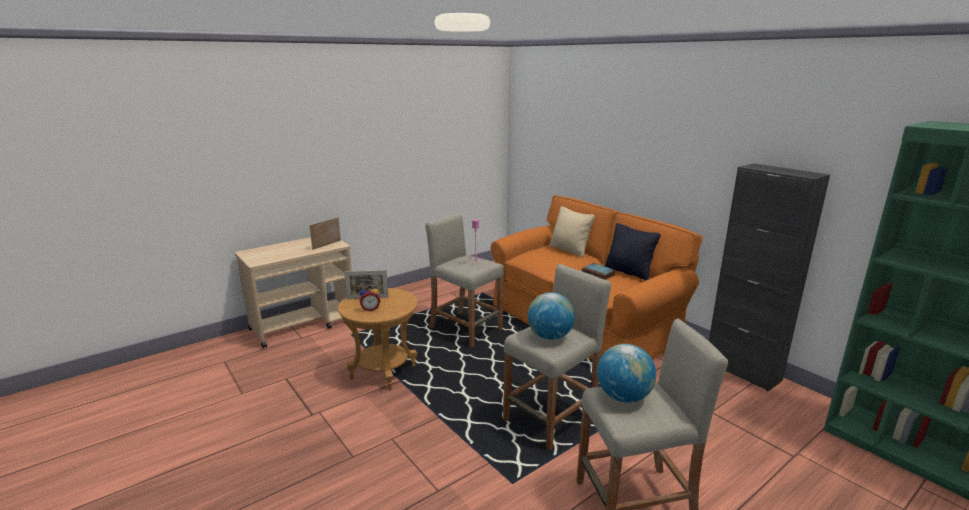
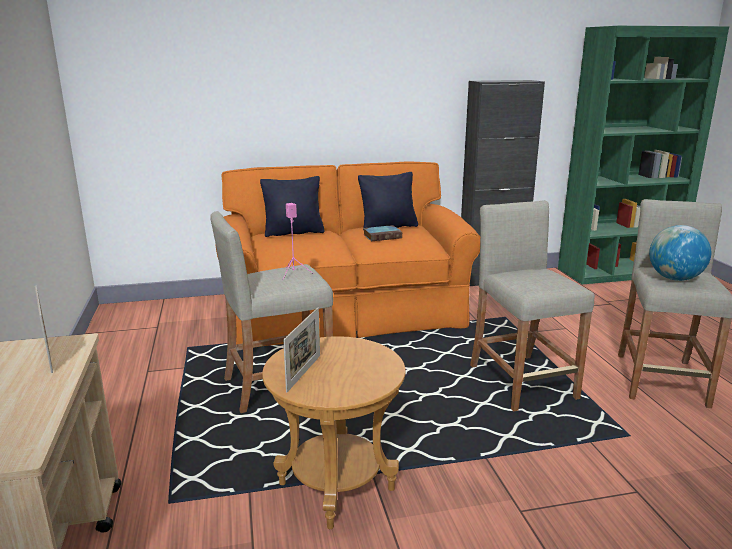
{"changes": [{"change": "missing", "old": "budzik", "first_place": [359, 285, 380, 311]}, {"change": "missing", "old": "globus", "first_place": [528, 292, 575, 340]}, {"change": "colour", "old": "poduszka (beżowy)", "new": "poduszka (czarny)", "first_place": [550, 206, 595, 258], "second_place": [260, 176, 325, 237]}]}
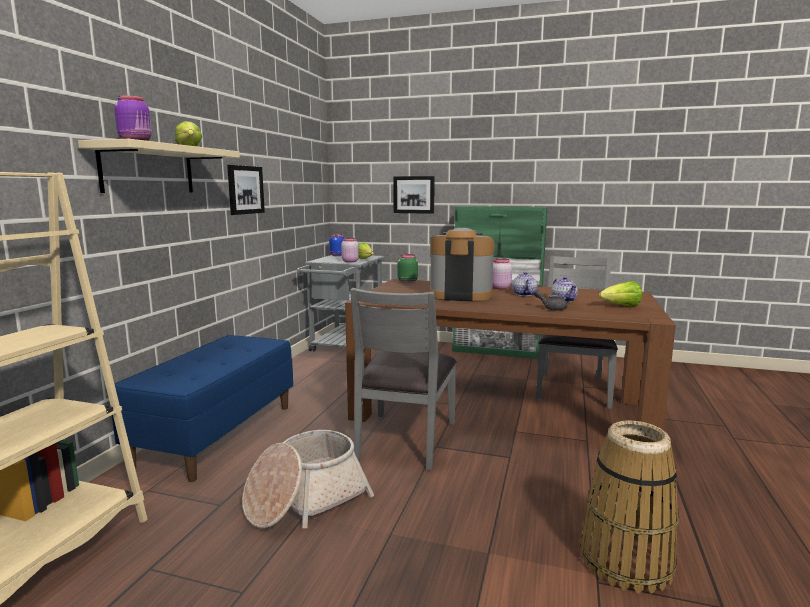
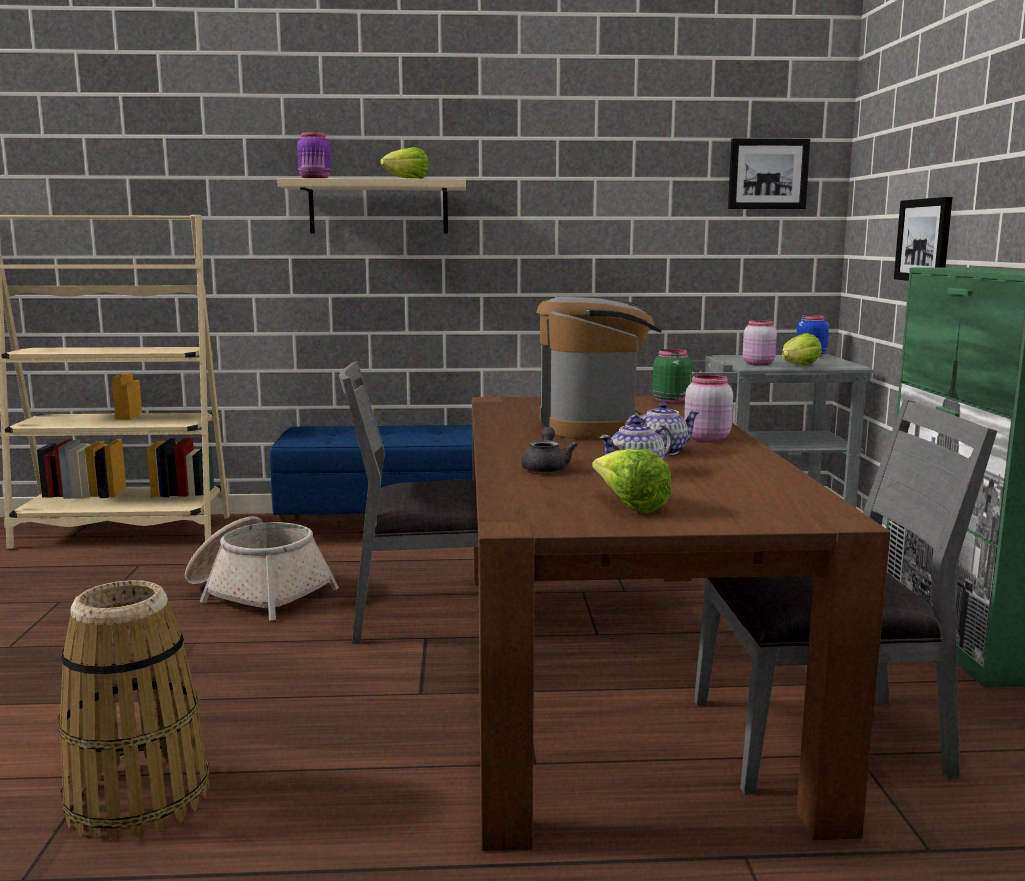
{"changes": [{"change": "relocated", "old": "obraz", "first_place": [227, 165, 265, 215], "second_place": [728, 138, 810, 209]}]}
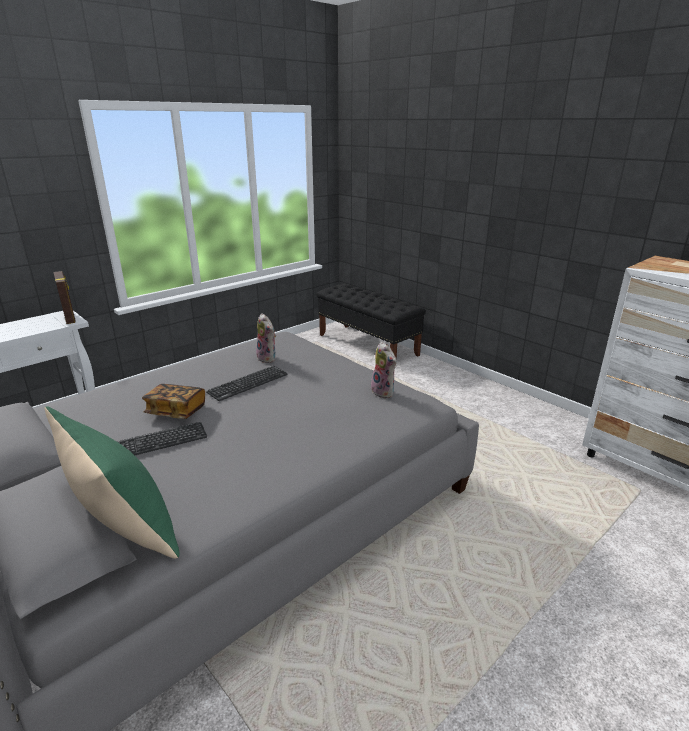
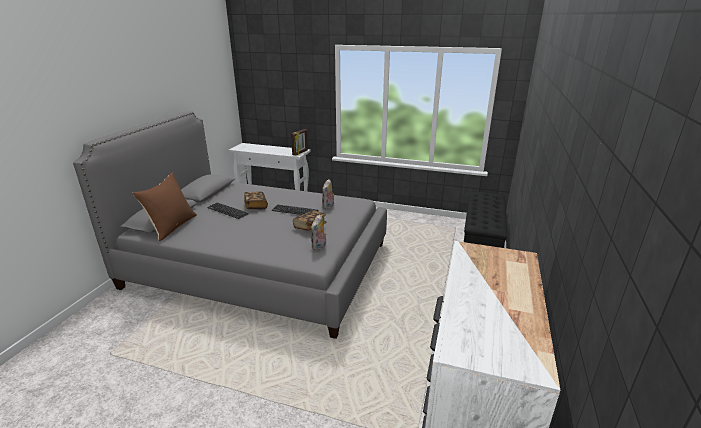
{"changes": [{"change": "appeared", "new": "książka", "second_place": [293, 210, 326, 231]}, {"change": "colour", "old": "poduszka (zielony)", "new": "poduszka (brązowy)", "first_place": [44, 406, 180, 559], "second_place": [132, 172, 197, 241]}]}
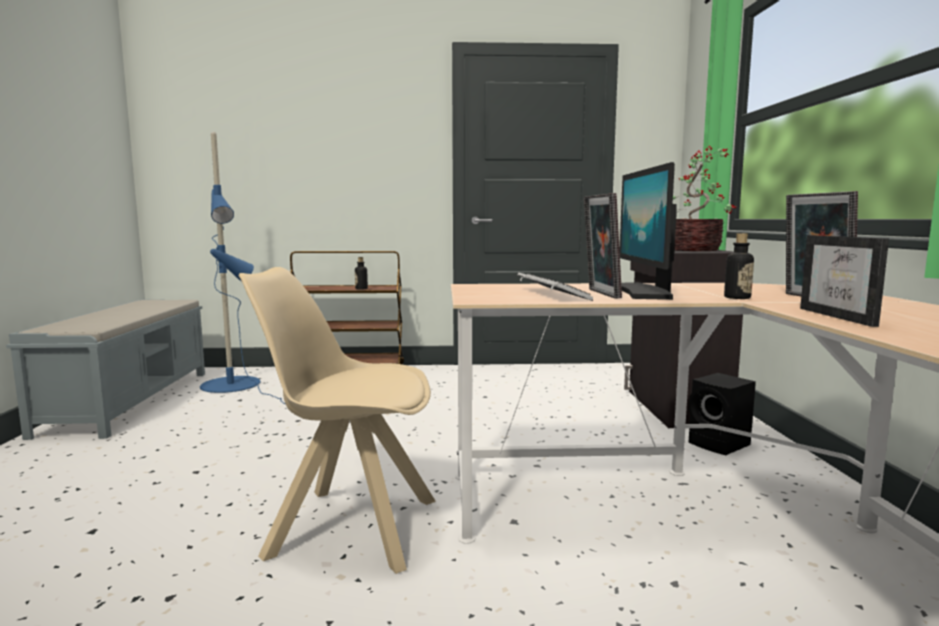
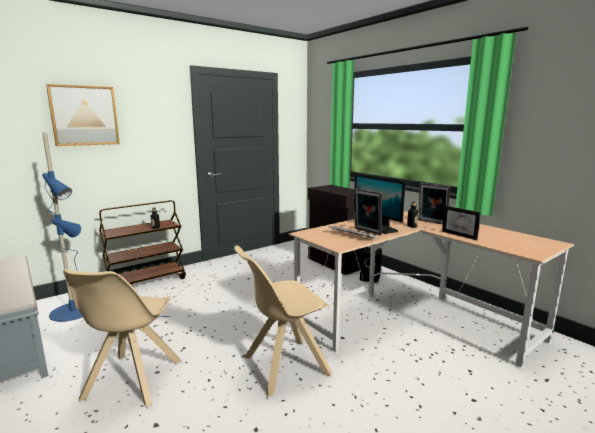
{"changes": [{"change": "missing", "old": "roślina doniczkowa", "first_place": [673, 145, 736, 251]}, {"change": "appeared", "new": "obraz", "second_place": [46, 84, 120, 146]}, {"change": "appeared", "new": "krzesło (beżowy)", "second_place": [63, 269, 181, 408]}]}
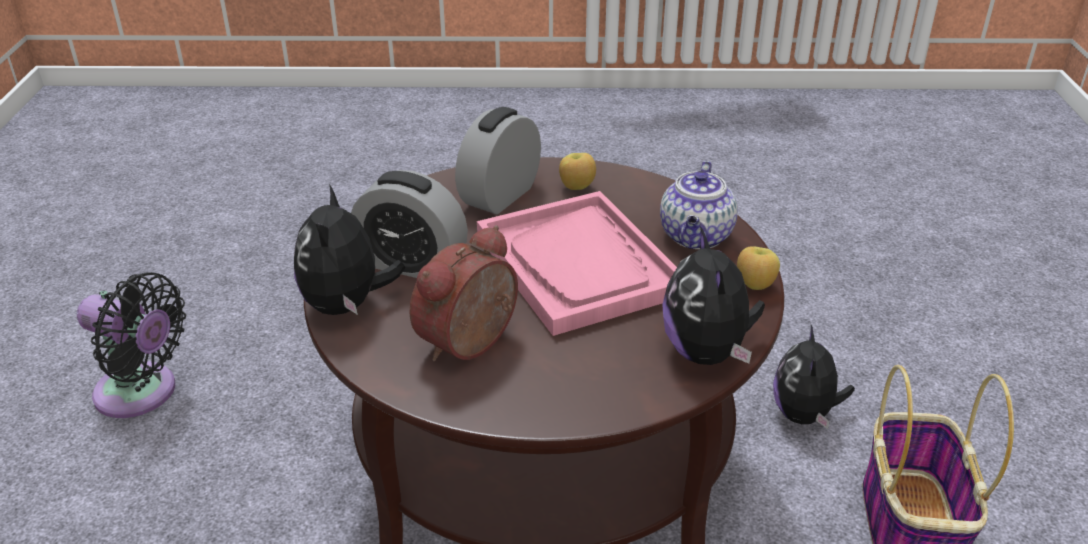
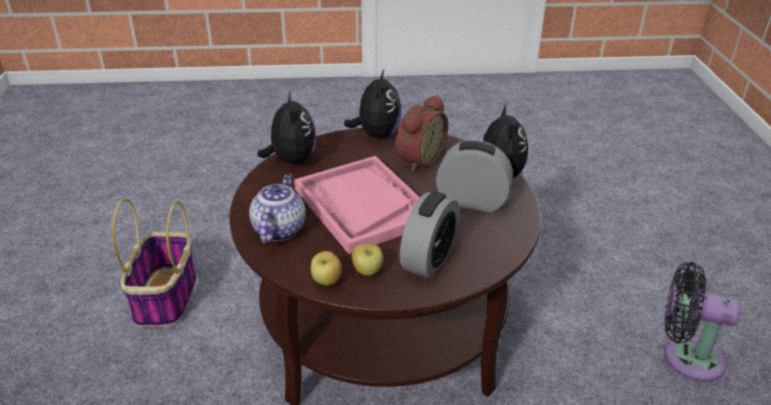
{"changes": [{"change": "relocated", "old": "jabłko", "first_place": [737, 246, 780, 290], "second_place": [311, 251, 341, 285]}, {"change": "relocated", "old": "pluszak", "first_place": [773, 325, 855, 429], "second_place": [344, 69, 402, 139]}]}
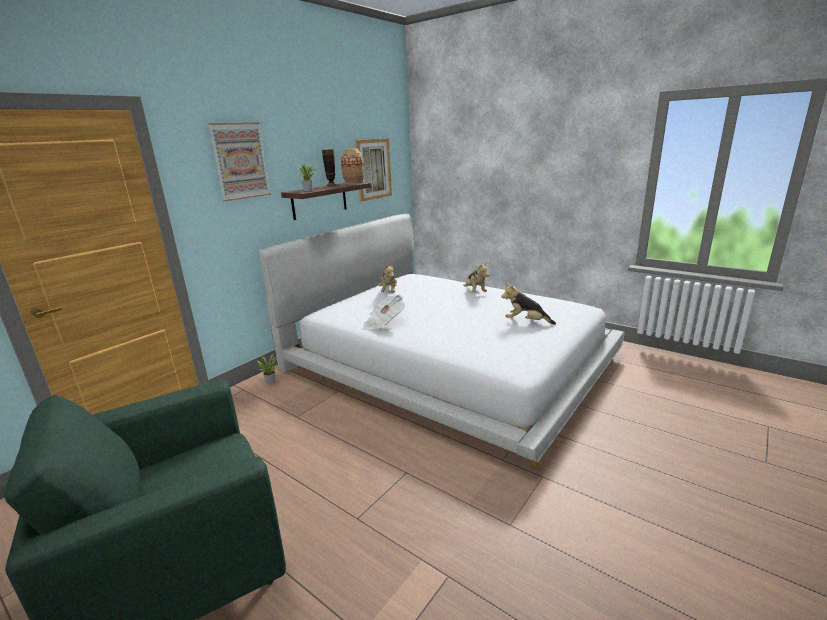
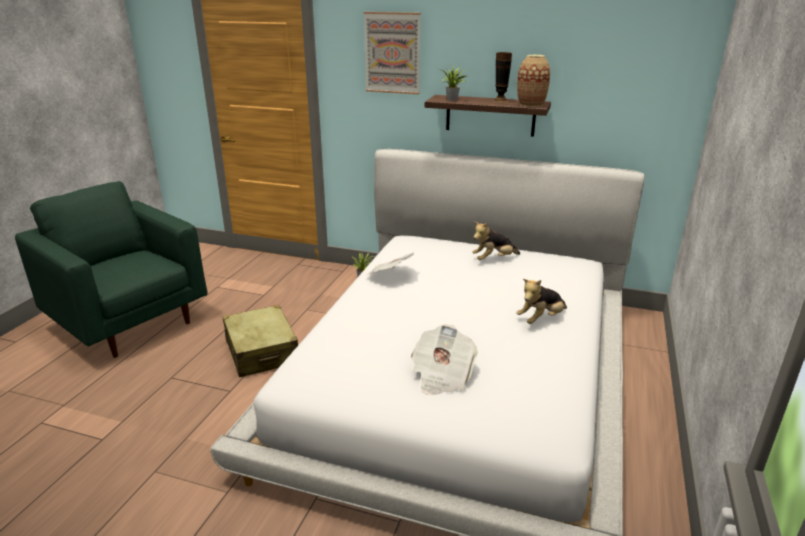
{"changes": [{"change": "missing", "old": "obraz", "first_place": [355, 138, 392, 202]}, {"change": "appeared", "new": "walizka (beżowy)", "second_place": [223, 305, 298, 377]}, {"change": "exchanged", "old": "pluszak", "new": "gazeta", "first_place": [501, 283, 556, 325], "second_place": [411, 324, 478, 395]}]}
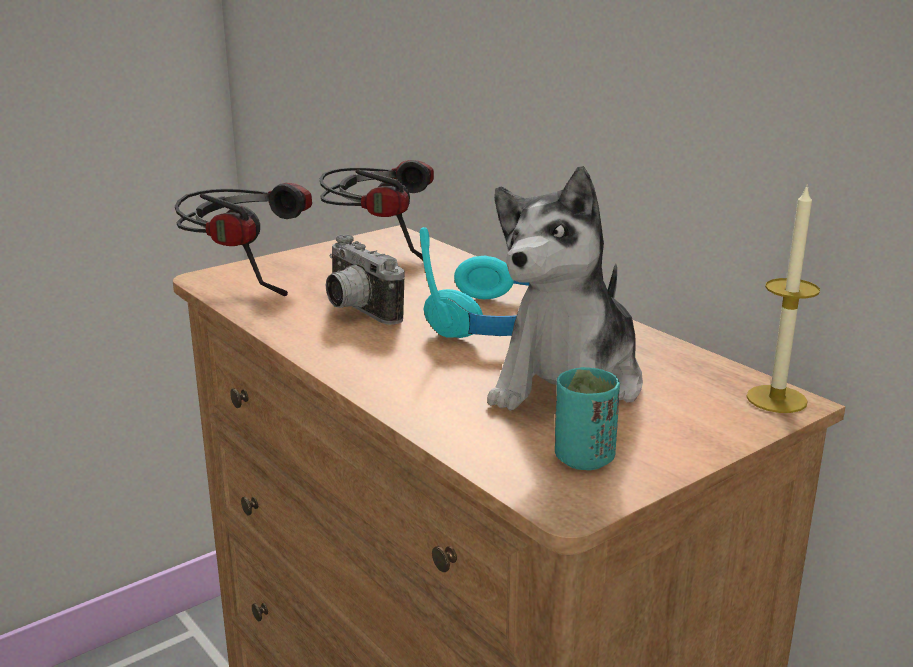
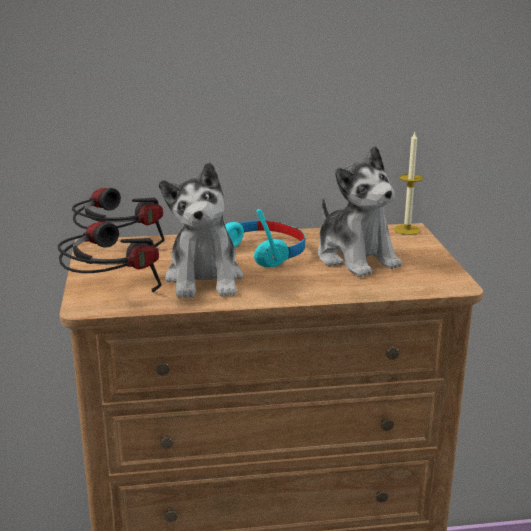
{"changes": [{"change": "missing", "old": "filiżanka (turkusowy)", "first_place": [555, 367, 620, 470]}, {"change": "exchanged", "old": "aparat fotograficzny", "new": "pluszak", "first_place": [326, 235, 404, 325], "second_place": [159, 162, 243, 298]}]}
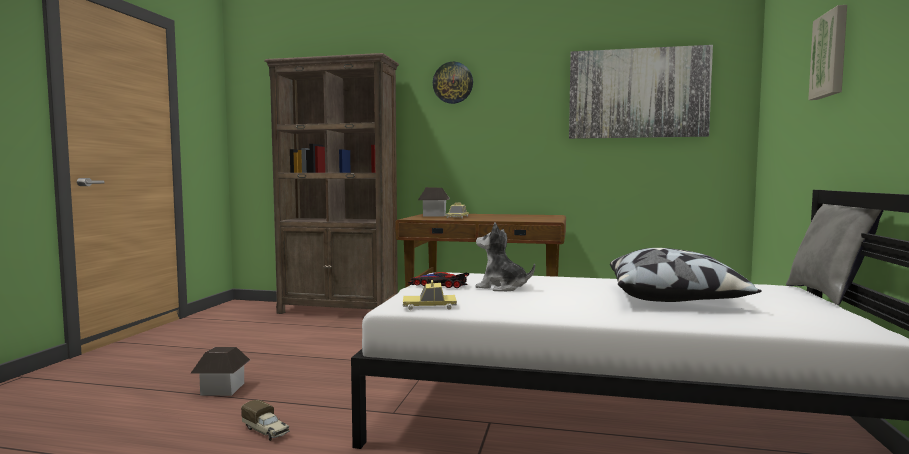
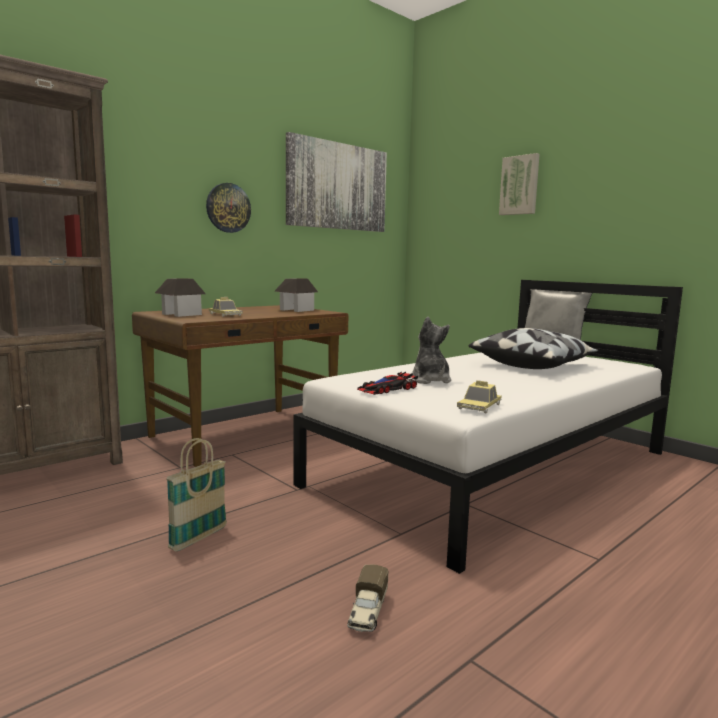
{"changes": [{"change": "appeared", "new": "koszyk", "second_place": [166, 438, 227, 551]}, {"change": "relocated", "old": "domek", "first_place": [191, 347, 250, 396], "second_place": [275, 278, 318, 312]}, {"change": "relocated", "old": "zegar ścienny", "first_place": [433, 62, 473, 104], "second_place": [206, 183, 251, 233]}, {"change": "spun", "old": "ciężarówka zabawkowa", "first_place": [241, 400, 290, 441], "second_place": [347, 564, 389, 632], "degrees": 120}, {"change": "spun", "old": "pluszak", "first_place": [475, 223, 535, 291], "second_place": [410, 316, 451, 384], "degrees": 105}]}
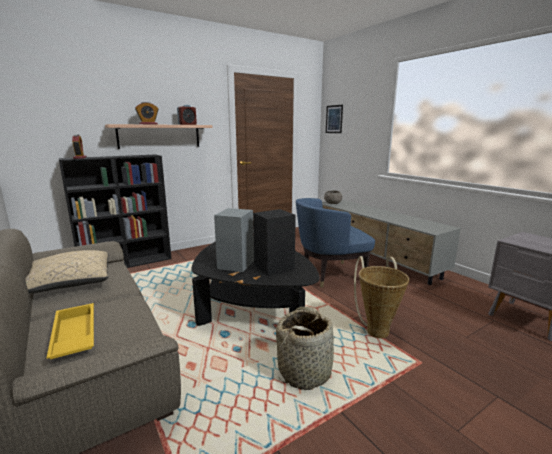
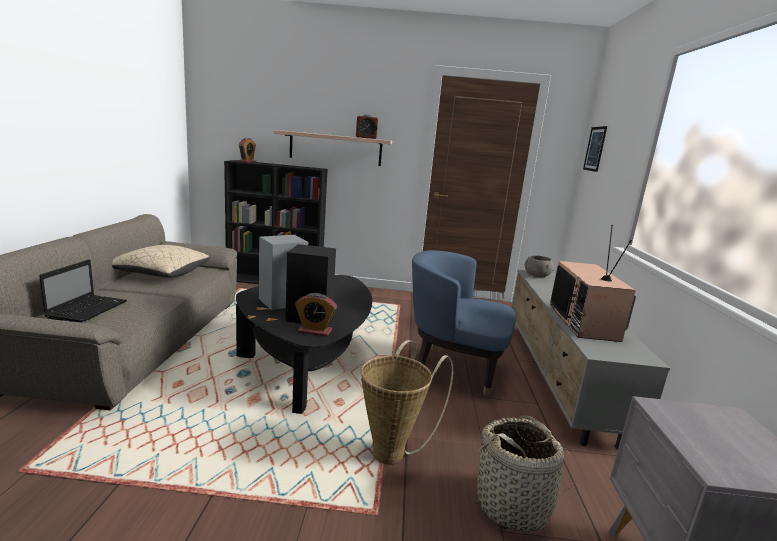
{"changes": [{"change": "appeared", "new": "telewizor", "second_place": [550, 225, 636, 342]}, {"change": "relocated", "old": "budzik", "first_place": [135, 102, 158, 124], "second_place": [295, 293, 337, 336]}, {"change": "relocated", "old": "koszyk", "first_place": [276, 307, 335, 390], "second_place": [467, 416, 578, 532]}, {"change": "exchanged", "old": "taca (żółty)", "new": "laptop", "first_place": [47, 303, 94, 359], "second_place": [39, 260, 127, 322]}]}
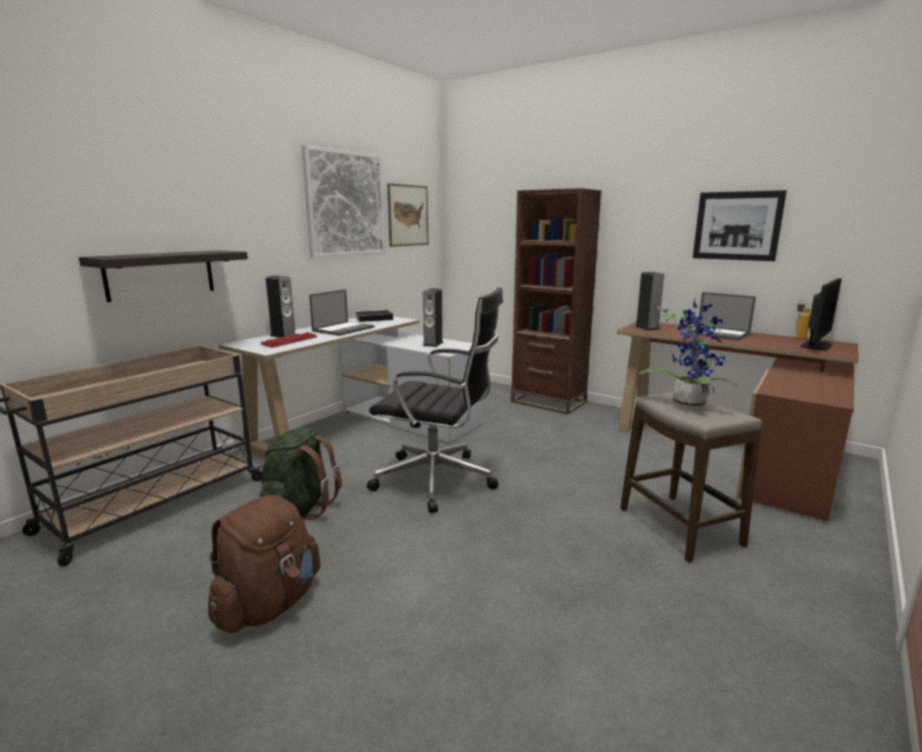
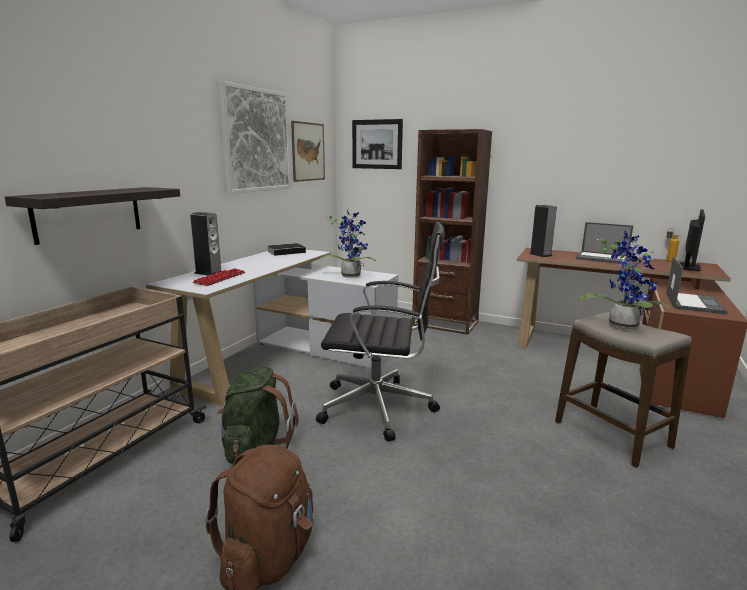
{"changes": [{"change": "relocated", "old": "laptop", "first_place": [309, 289, 374, 336], "second_place": [666, 257, 728, 314]}, {"change": "relocated", "old": "obraz", "first_place": [693, 190, 787, 261], "second_place": [352, 119, 403, 169]}, {"change": "exchanged", "old": "głośnik", "new": "roślina doniczkowa", "first_place": [423, 288, 444, 347], "second_place": [320, 211, 376, 278]}]}
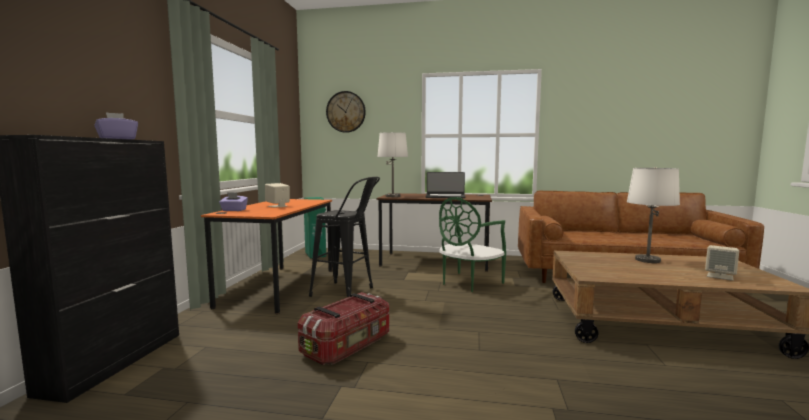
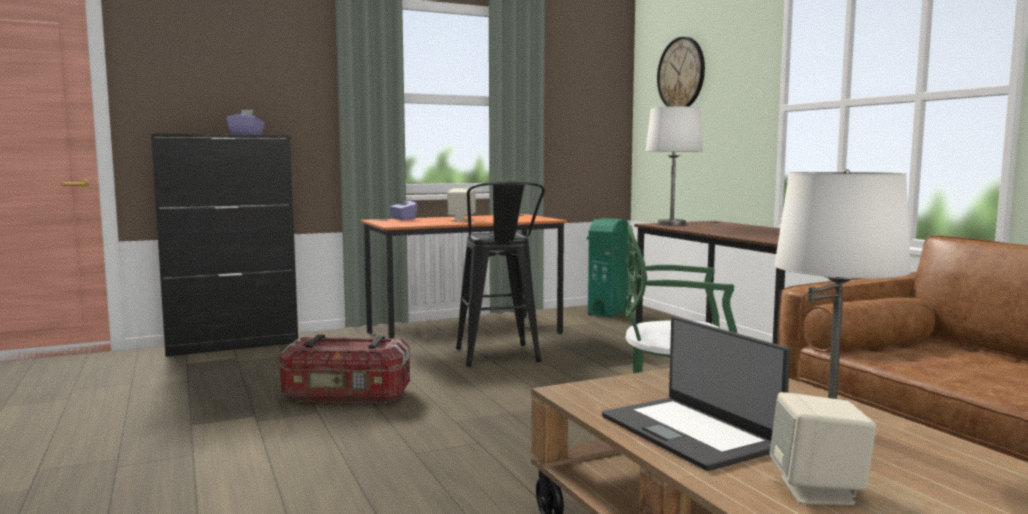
{"changes": [{"change": "relocated", "old": "laptop", "first_place": [426, 172, 465, 198], "second_place": [602, 316, 790, 471]}]}
